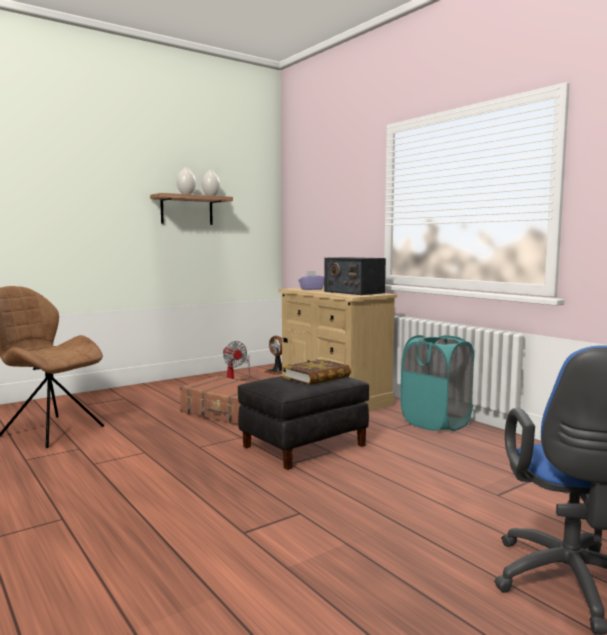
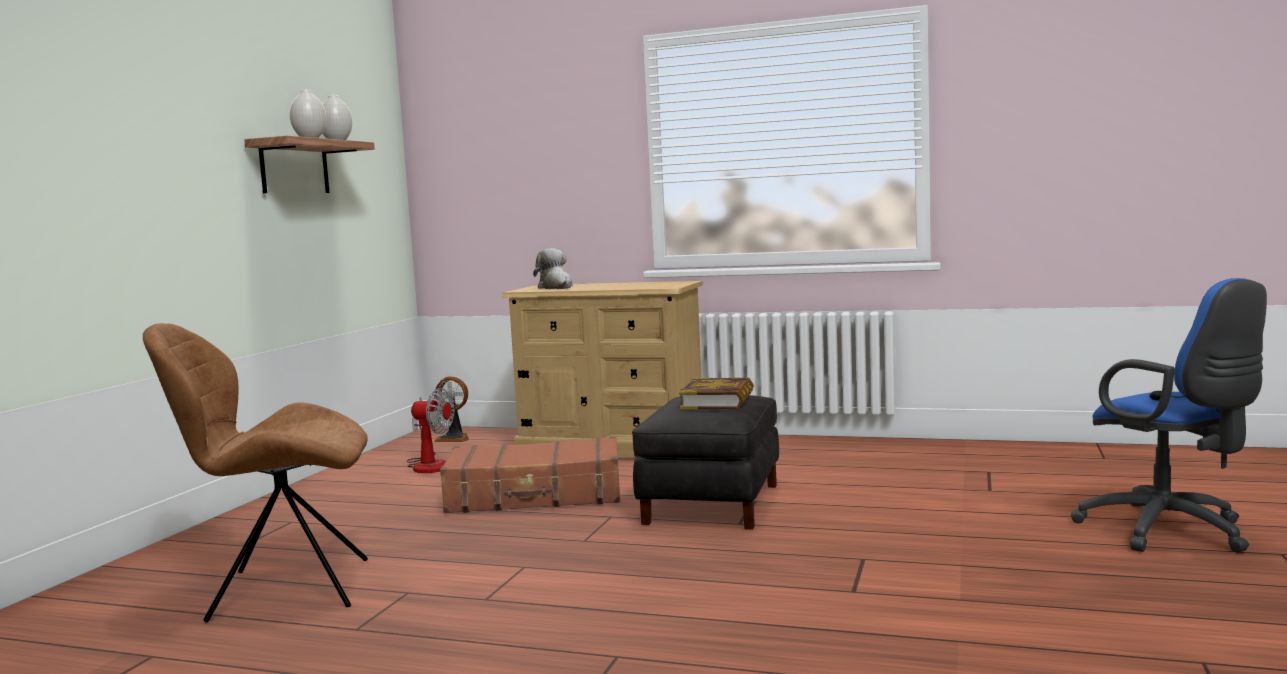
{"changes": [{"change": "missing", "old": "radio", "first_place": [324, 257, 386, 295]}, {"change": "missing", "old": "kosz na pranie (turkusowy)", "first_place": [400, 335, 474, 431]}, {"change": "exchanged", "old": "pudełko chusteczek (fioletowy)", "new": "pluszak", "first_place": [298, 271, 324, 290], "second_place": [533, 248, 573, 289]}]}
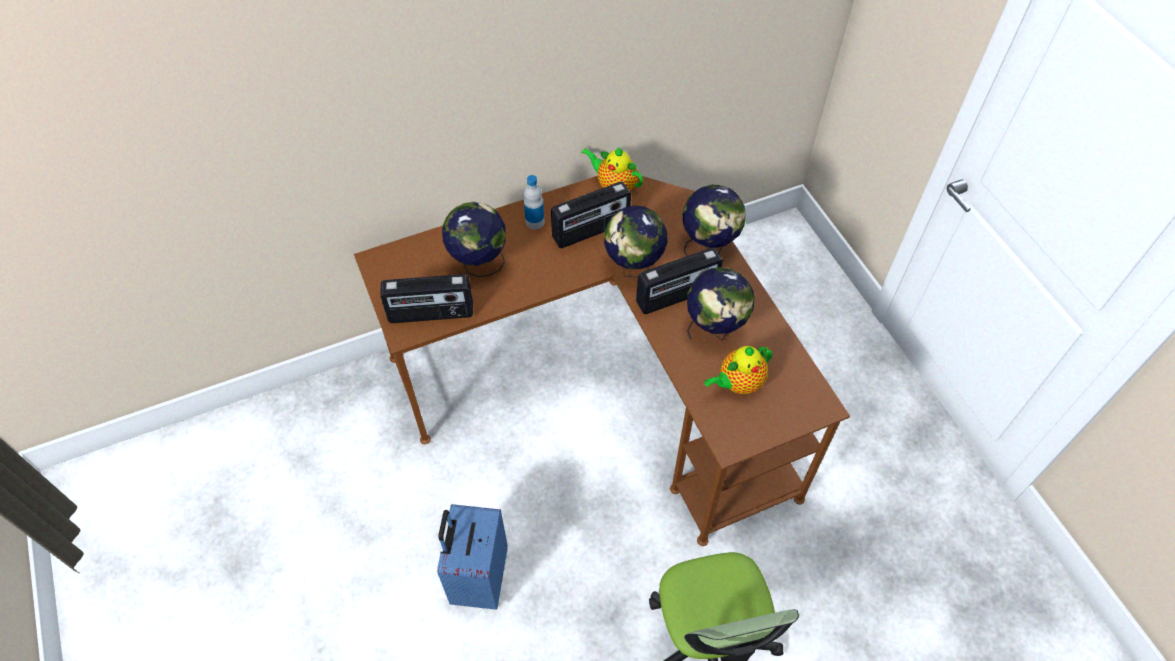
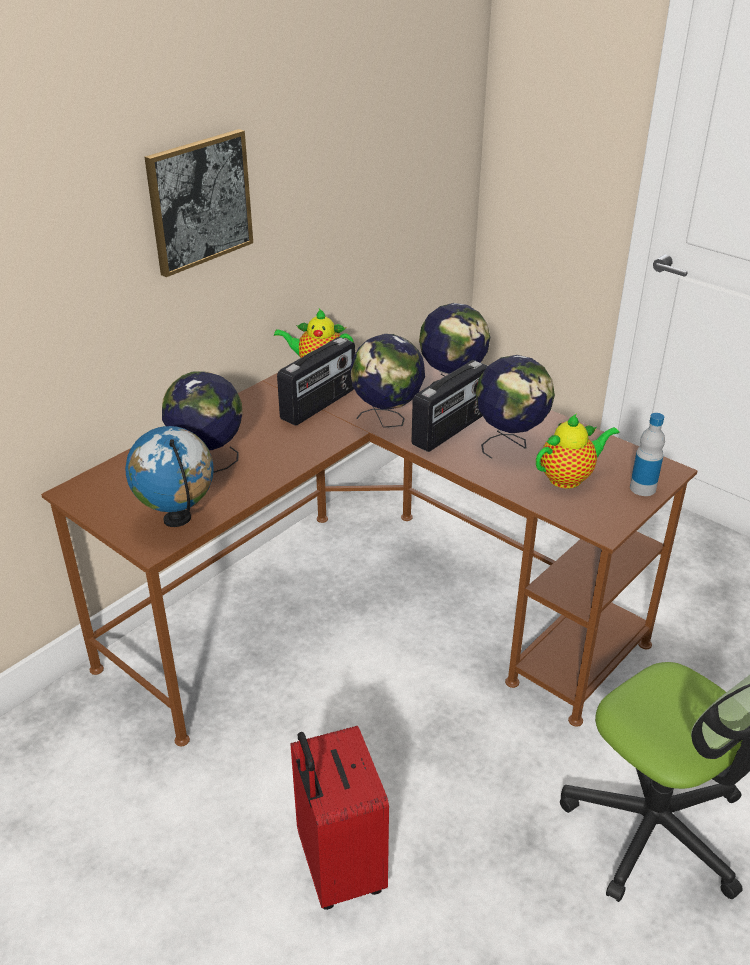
{"changes": [{"change": "appeared", "new": "obraz", "second_place": [144, 129, 253, 277]}, {"change": "relocated", "old": "butelka", "first_place": [524, 175, 545, 230], "second_place": [630, 413, 665, 496]}, {"change": "exchanged", "old": "radio", "new": "globus", "first_place": [380, 274, 473, 323], "second_place": [125, 426, 214, 527]}, {"change": "colour", "old": "walizka (niebieski)", "new": "walizka (czerwony)", "first_place": [437, 504, 508, 610], "second_place": [290, 726, 389, 910]}, {"change": "spun", "old": "imbryk", "first_place": [704, 346, 773, 394], "second_place": [536, 414, 619, 489], "degrees": -150}]}
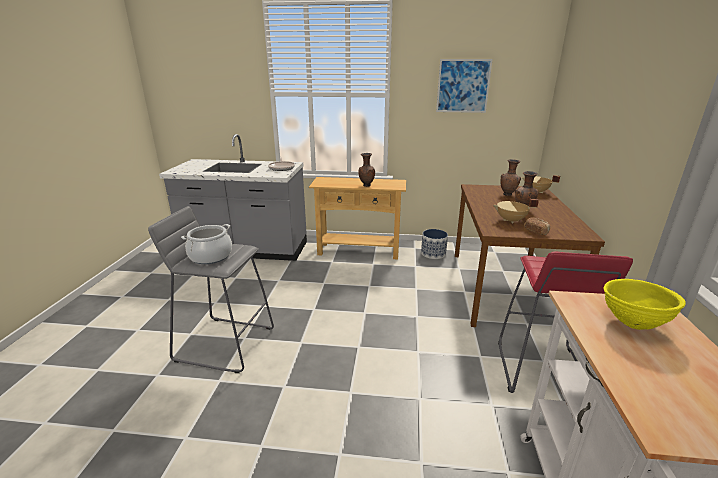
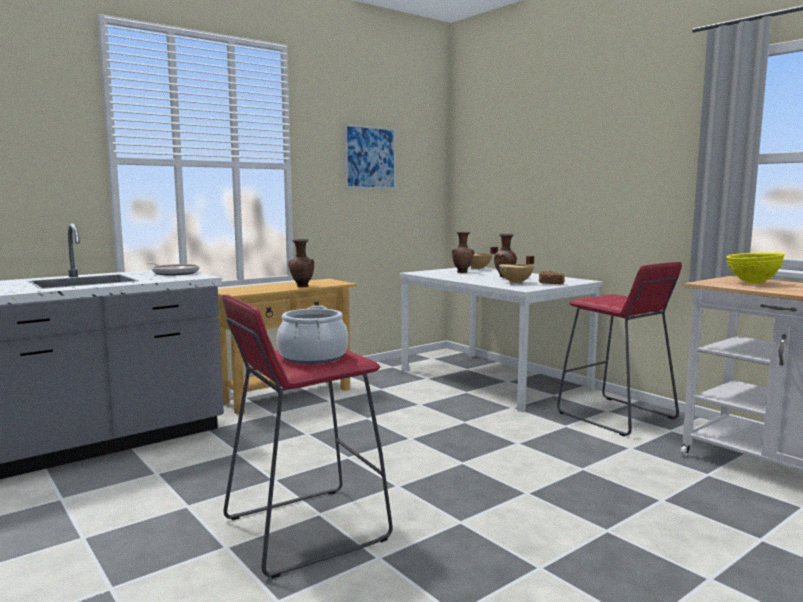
{"changes": [{"change": "missing", "old": "donica", "first_place": [421, 229, 448, 259]}, {"change": "colour", "old": "stołek (szary)", "new": "stołek (czerwony)", "first_place": [148, 206, 274, 373], "second_place": [222, 295, 393, 579]}, {"change": "colour", "old": "stół jadalny (brązowy)", "new": "stół jadalny (biały)", "first_place": [455, 184, 605, 327], "second_place": [400, 266, 602, 412]}]}
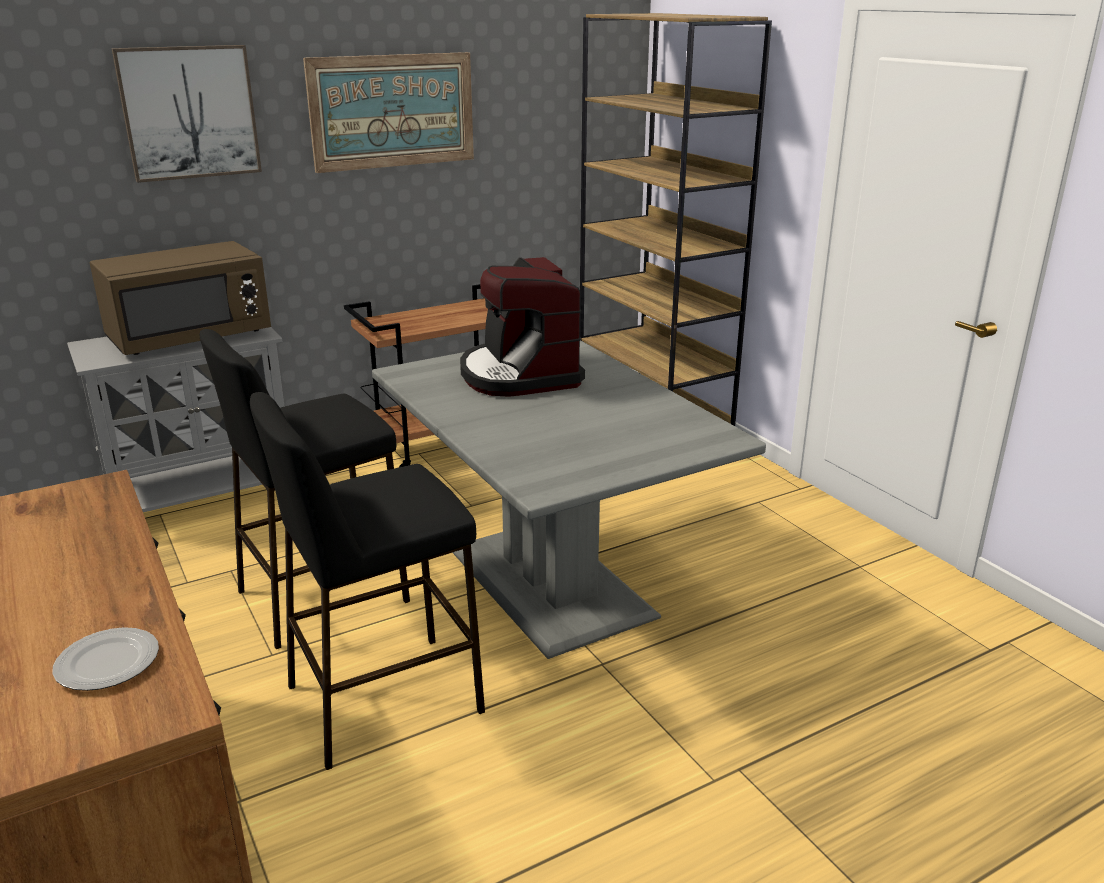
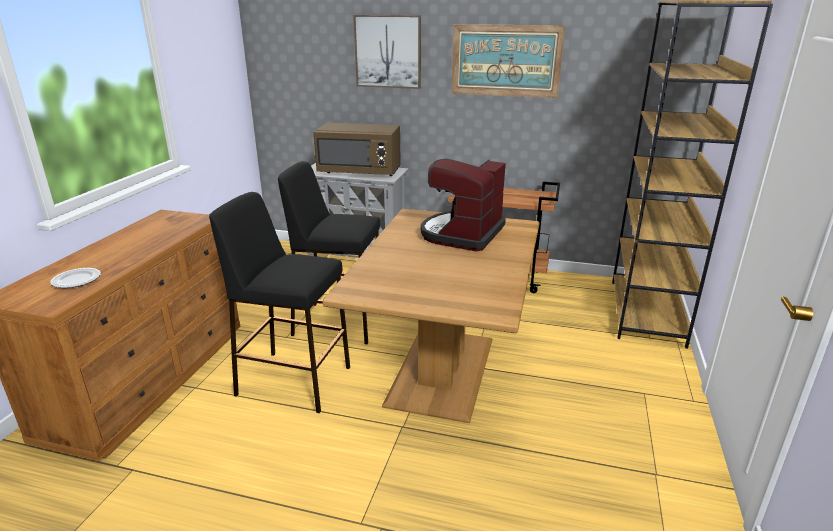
{"changes": [{"change": "colour", "old": "stół jadalny (szary)", "new": "stół jadalny (brązowy)", "first_place": [372, 340, 766, 659], "second_place": [323, 209, 539, 423]}]}
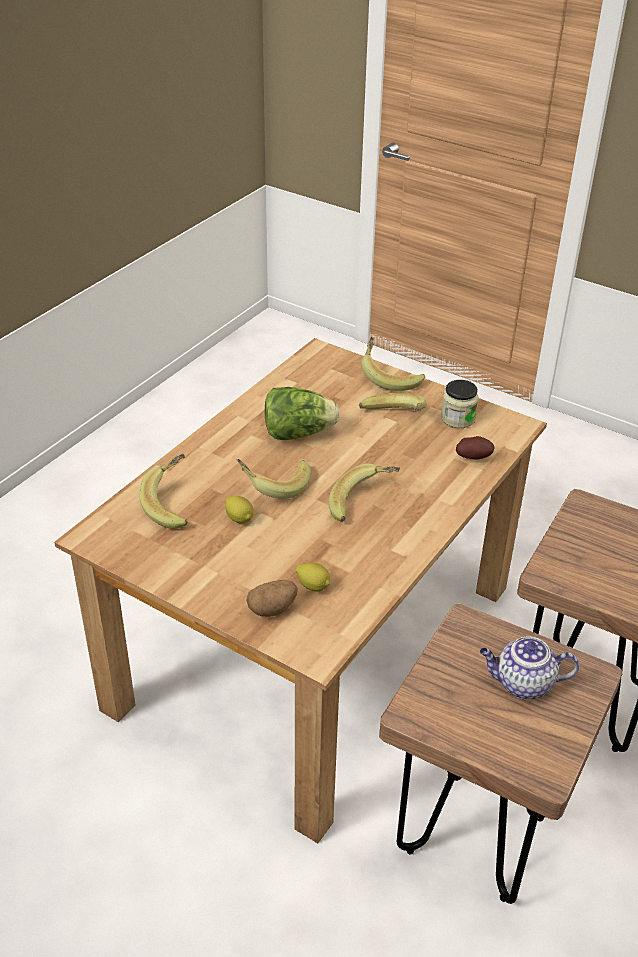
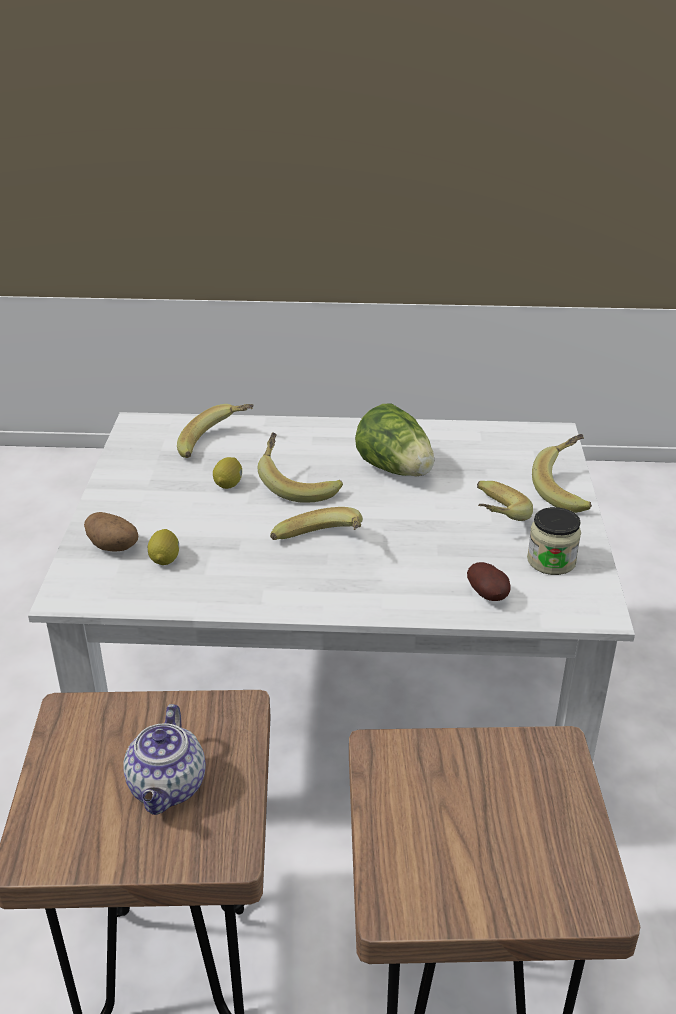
{"changes": [{"change": "colour", "old": "stół jadalny (brązowy)", "new": "stół jadalny (biały)", "first_place": [54, 338, 547, 843], "second_place": [28, 412, 635, 762]}, {"change": "spun", "old": "imbryk", "first_place": [480, 637, 579, 699], "second_place": [123, 704, 206, 815], "degrees": -150}]}
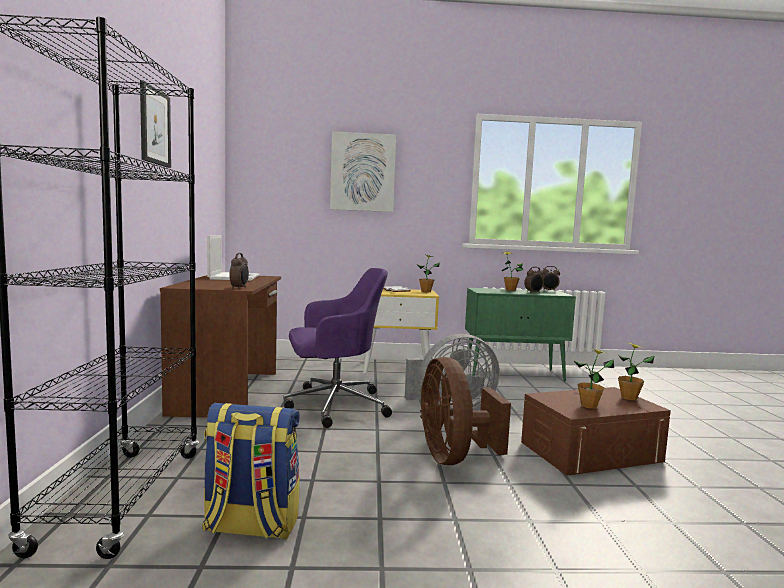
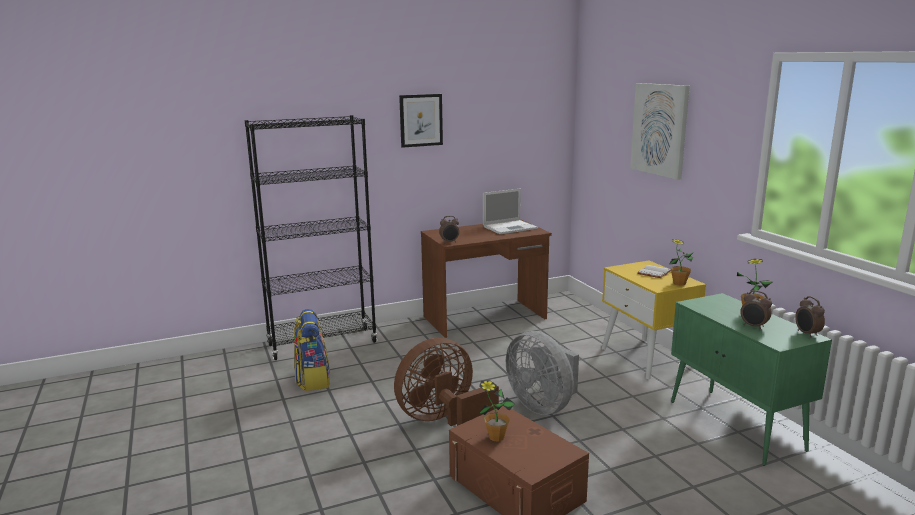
{"changes": [{"change": "missing", "old": "krzesło biurowe (fioletowy)", "first_place": [283, 268, 392, 428]}, {"change": "missing", "old": "roślina doniczkowa", "first_place": [617, 342, 654, 400]}]}
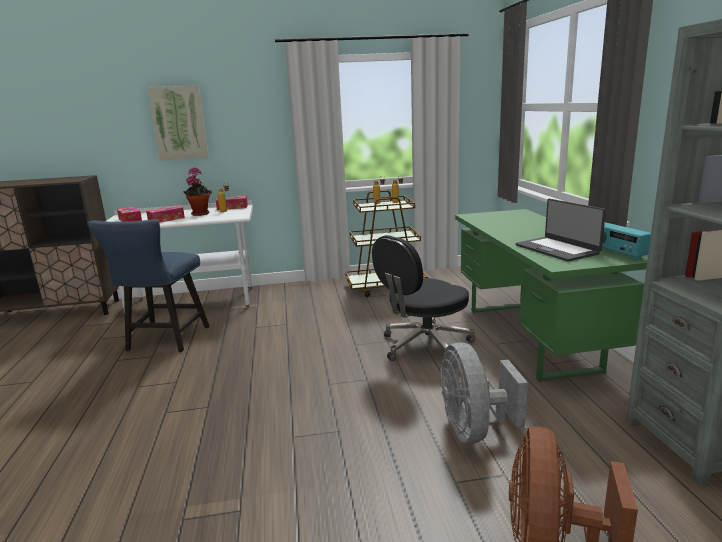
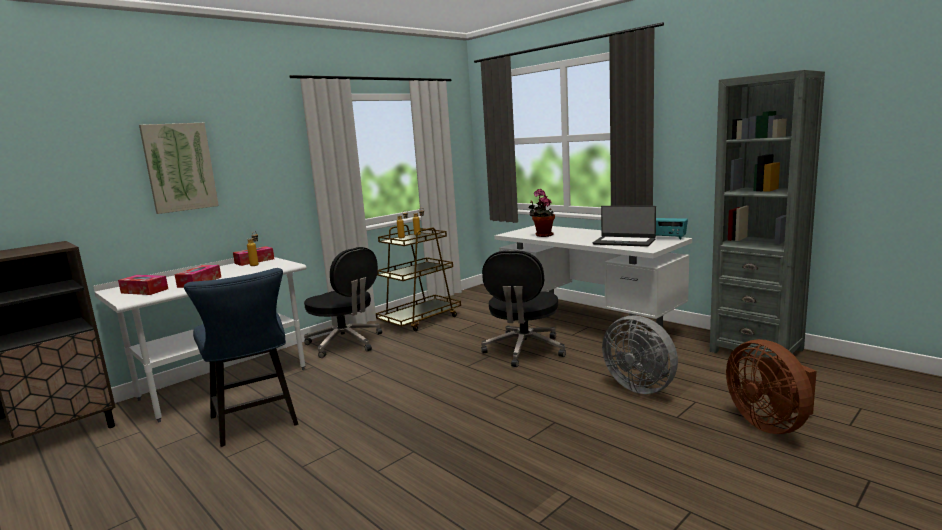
{"changes": [{"change": "appeared", "new": "krzesło biurowe (czarny)", "second_place": [304, 247, 382, 358]}, {"change": "relocated", "old": "roślina doniczkowa", "first_place": [184, 167, 212, 216], "second_place": [528, 189, 555, 237]}, {"change": "colour", "old": "biurko (zielony)", "new": "biurko (biały)", "first_place": [455, 209, 648, 382], "second_place": [494, 225, 692, 346]}]}
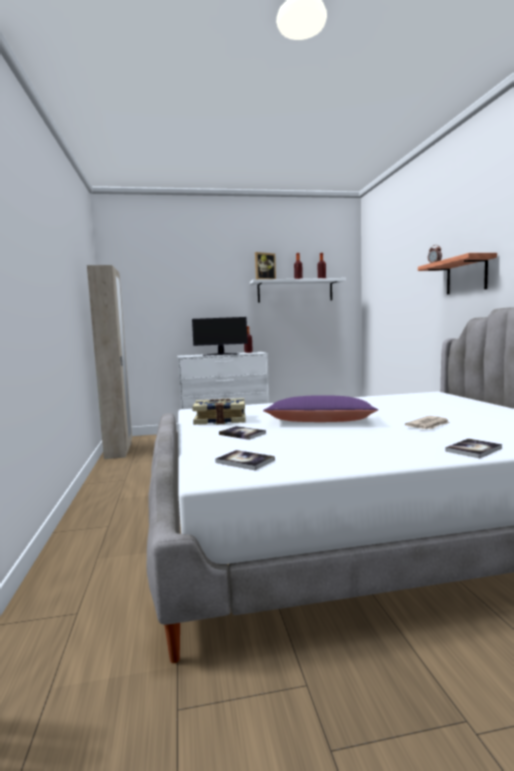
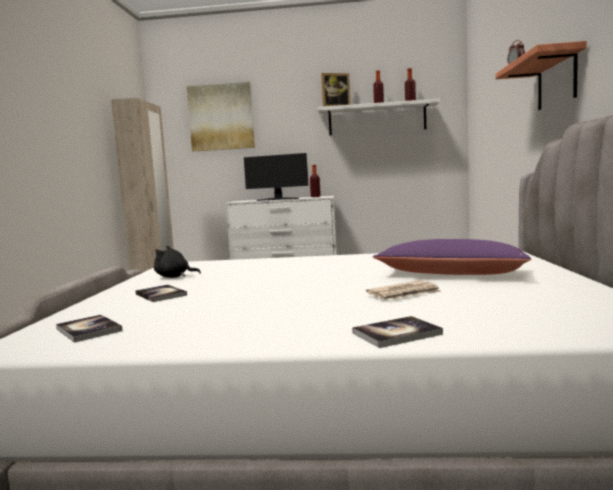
{"changes": [{"change": "appeared", "new": "obraz", "second_place": [187, 82, 255, 152]}, {"change": "relocated", "old": "poduszka (fioletowy)", "first_place": [263, 395, 378, 422], "second_place": [373, 239, 531, 275]}, {"change": "exchanged", "old": "książka", "new": "pluszak (czarny)", "first_place": [192, 398, 246, 425], "second_place": [154, 246, 201, 278]}]}
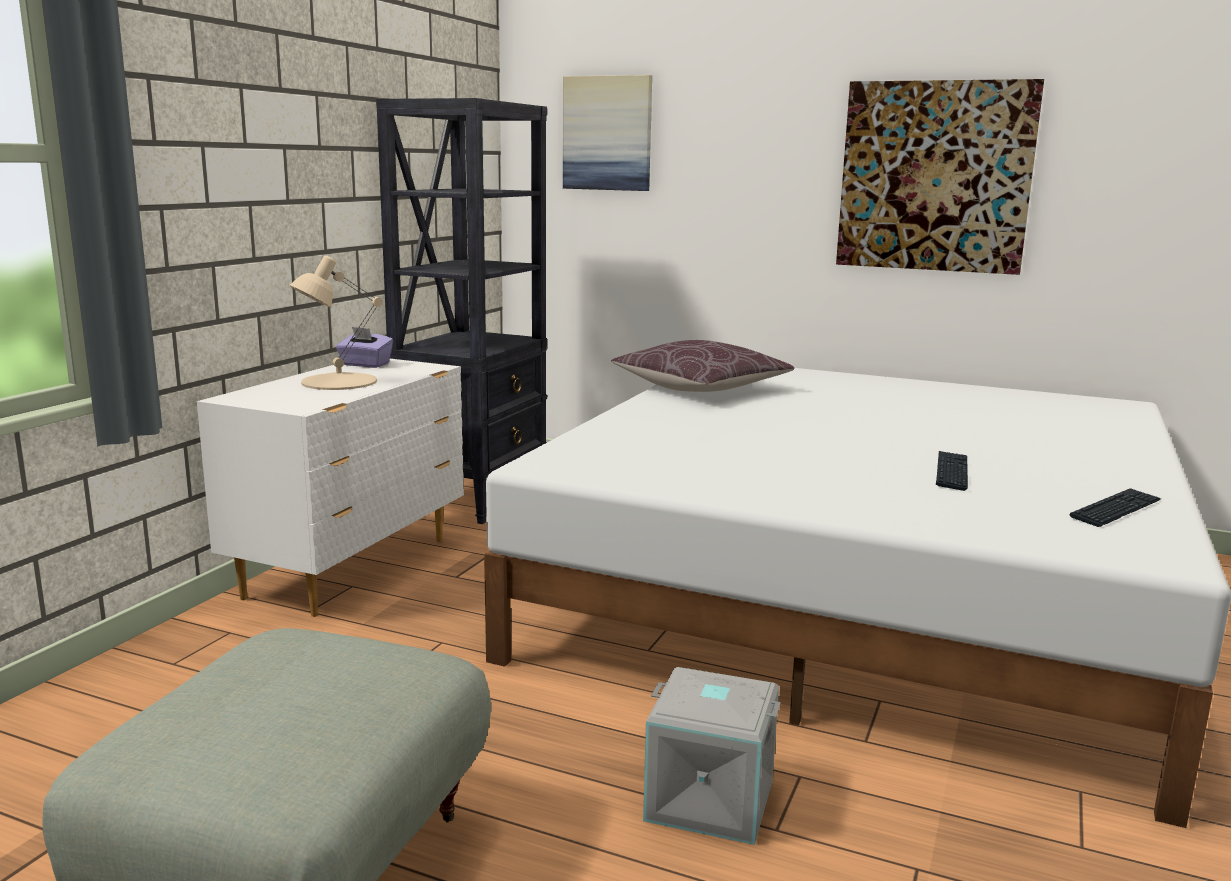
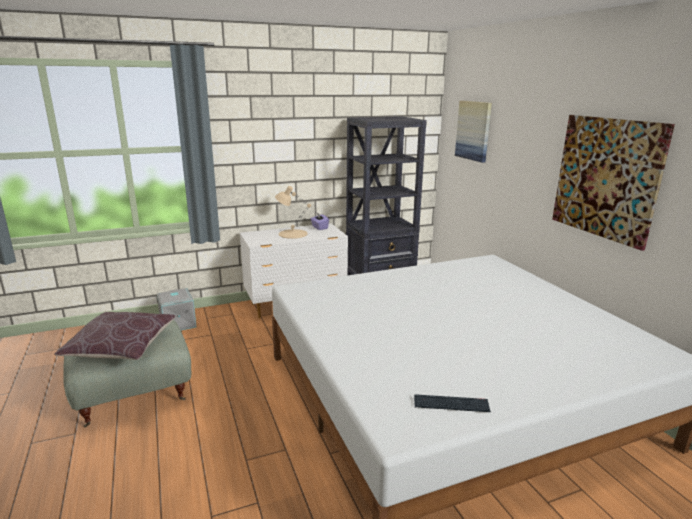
{"changes": [{"change": "missing", "old": "klawiatura", "first_place": [936, 451, 968, 491]}, {"change": "relocated", "old": "poduszka (brązowy)", "first_place": [611, 340, 794, 392], "second_place": [54, 312, 176, 360]}, {"change": "relocated", "old": "pojemnik do przechowywania (szary)", "first_place": [643, 667, 781, 845], "second_place": [157, 288, 197, 330]}]}
